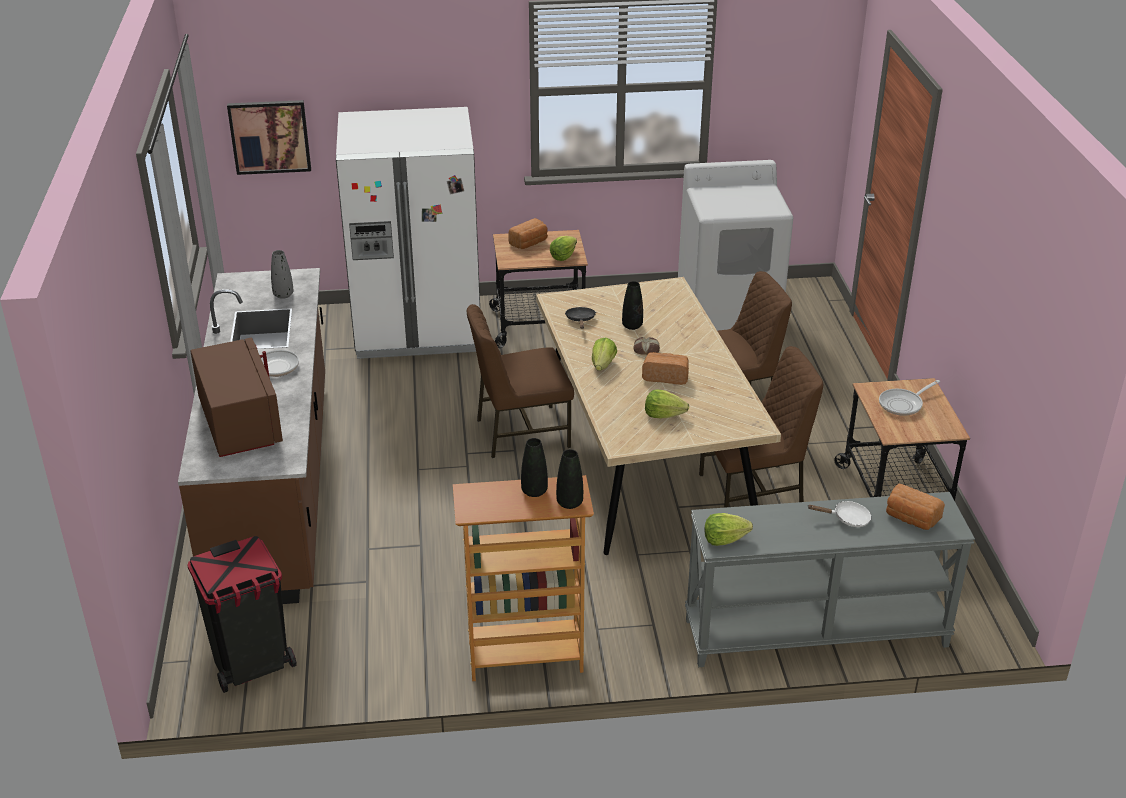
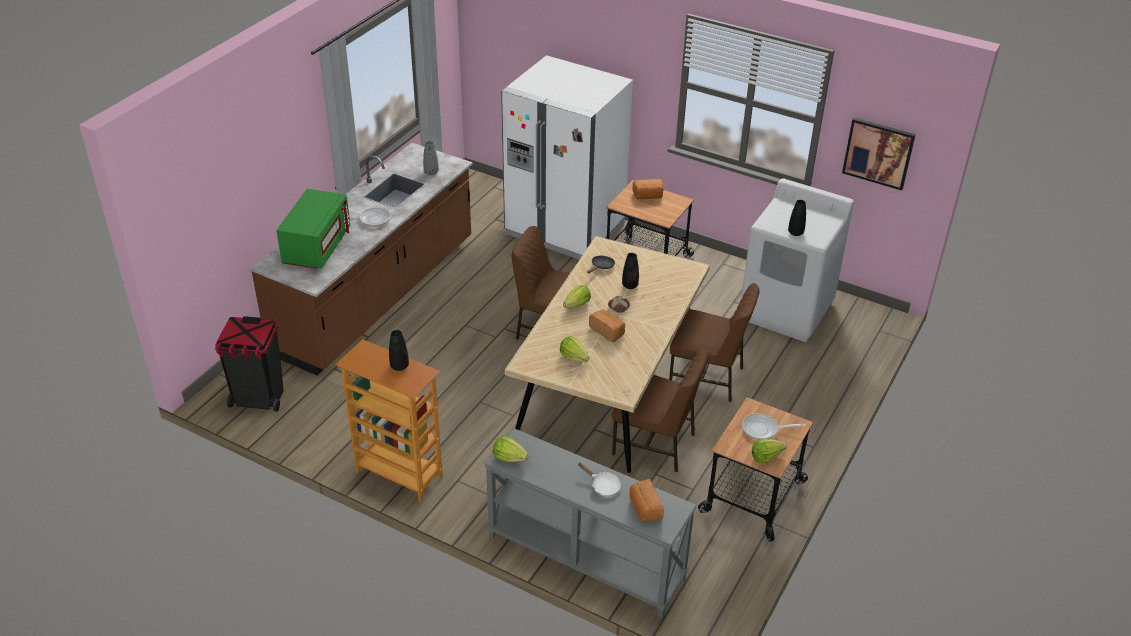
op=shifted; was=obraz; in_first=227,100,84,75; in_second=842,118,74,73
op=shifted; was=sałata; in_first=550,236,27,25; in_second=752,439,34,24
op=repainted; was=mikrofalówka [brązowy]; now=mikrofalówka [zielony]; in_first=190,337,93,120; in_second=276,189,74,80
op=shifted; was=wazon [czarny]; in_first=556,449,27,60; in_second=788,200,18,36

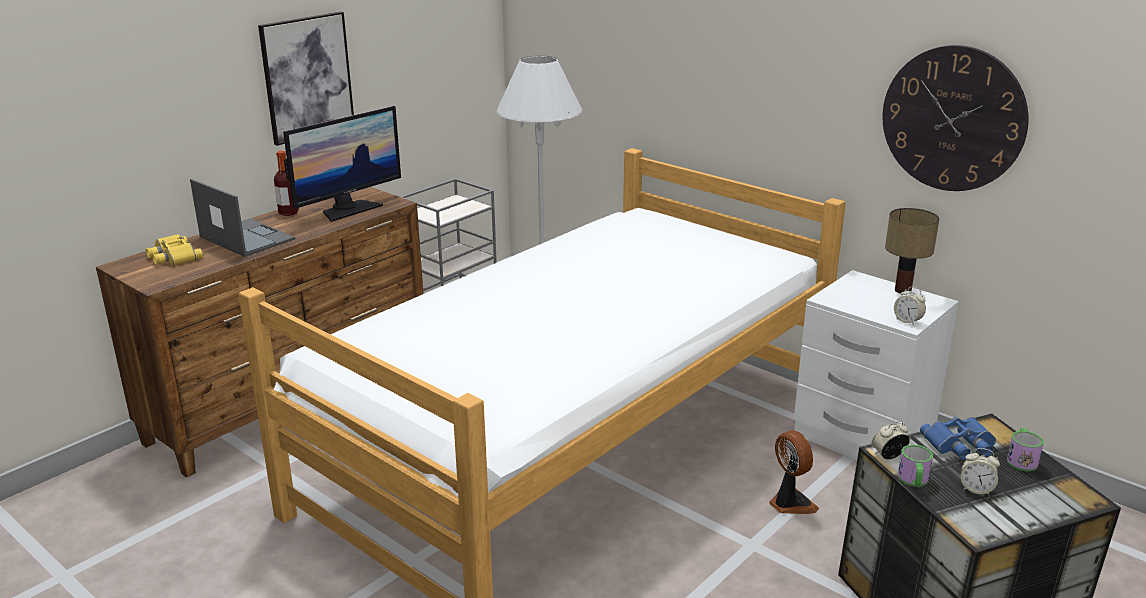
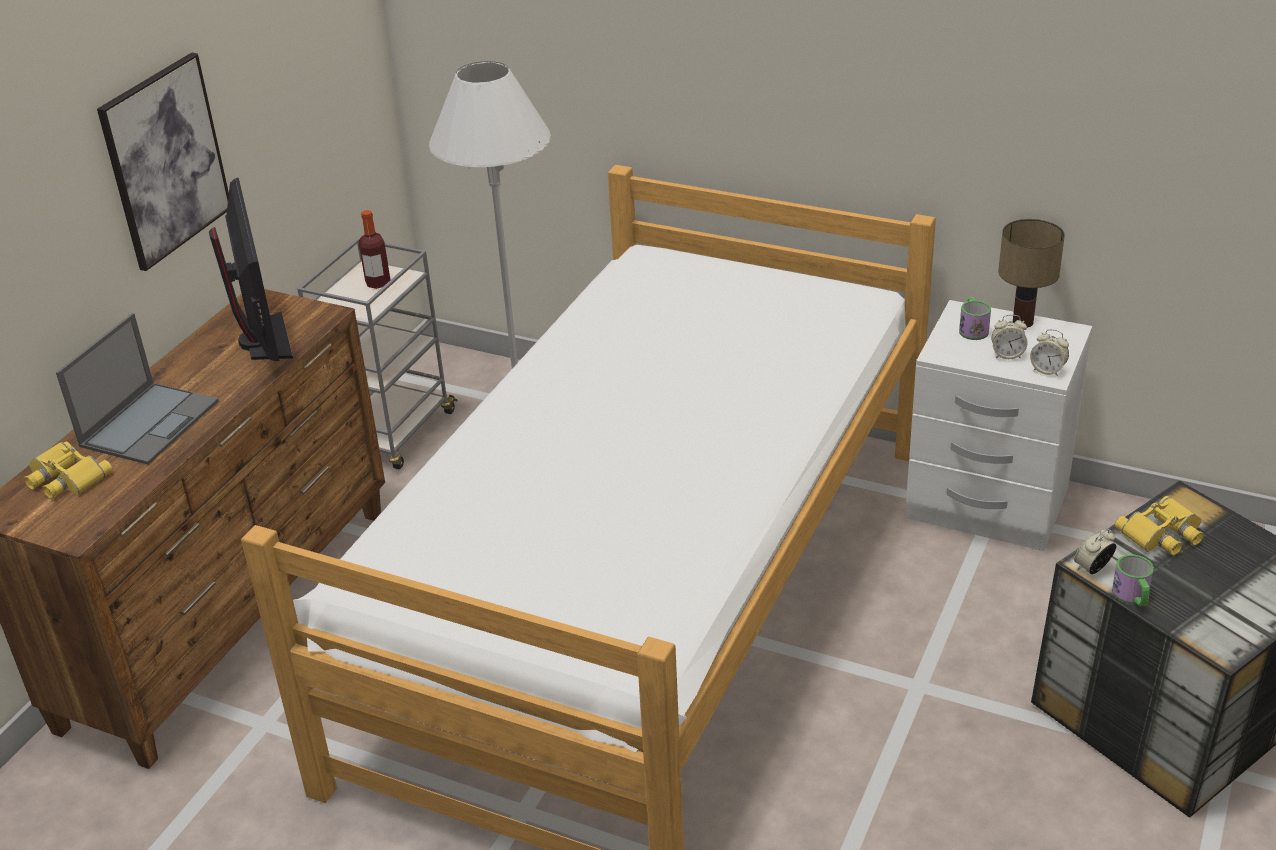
op=gone; was=zegar ścienny; in_first=882,45,147,146
op=rotated; was=monitor; in_first=283,106,118,116; in_second=209,178,84,184; clockwise=-45
op=shifted; was=butelka; in_first=274,151,25,65; in_second=359,210,31,79
op=rotated; was=laptop; in_first=190,179,106,78; in_second=56,313,163,152; clockwise=90
op=repainted; was=lornetka [niebieski]; now=lornetka [żółty]; in_first=920,417,76,43; in_second=1115,496,89,60
op=shifted; was=kubek; in_first=1007,428,37,43; in_second=959,298,32,42
op=gone; was=wentylator; in_first=769,430,50,84
op=shifted; was=budzik; in_first=961,448,39,48; in_second=992,315,36,44

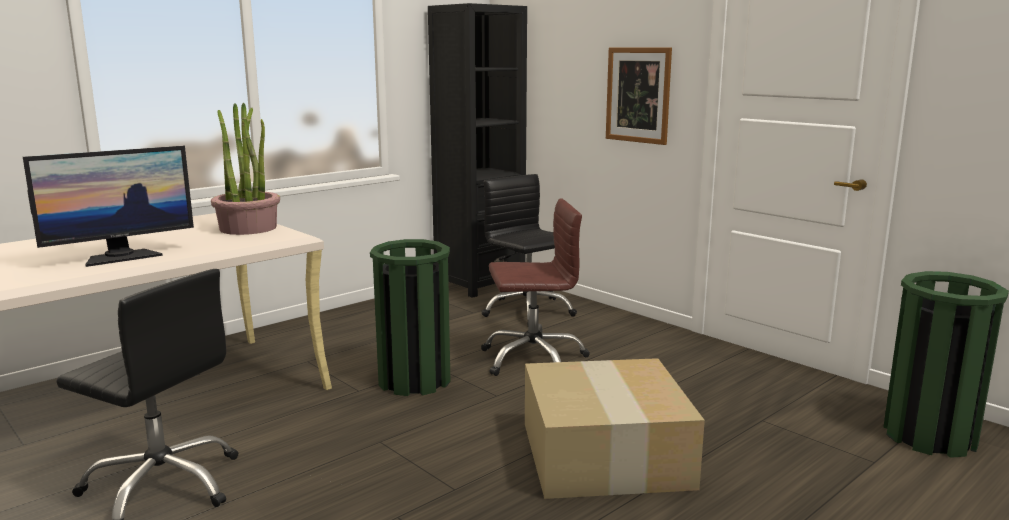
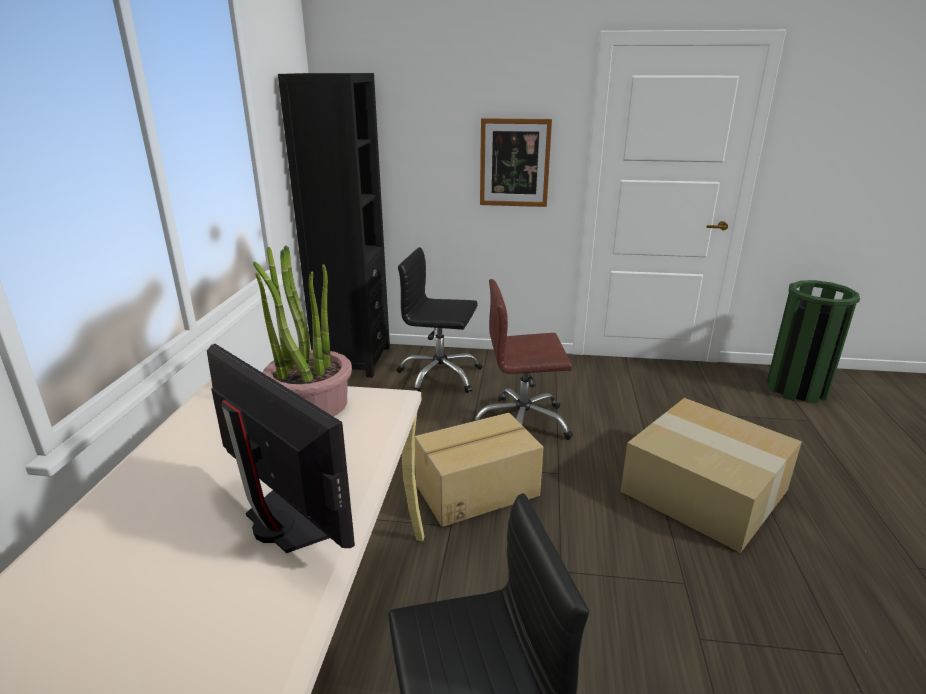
op=rotated; was=monitor; in_first=23,146,171,121; in_second=207,344,148,209; clockwise=-60
op=rotated; was=krzesło biurowe [brązowy]; in_first=481,198,109,178; in_second=471,279,102,161; clockwise=-135
op=swapped; was=kosz na śmieci [zielony]; now=karton; in_first=370,239,80,157; in_second=415,413,128,114

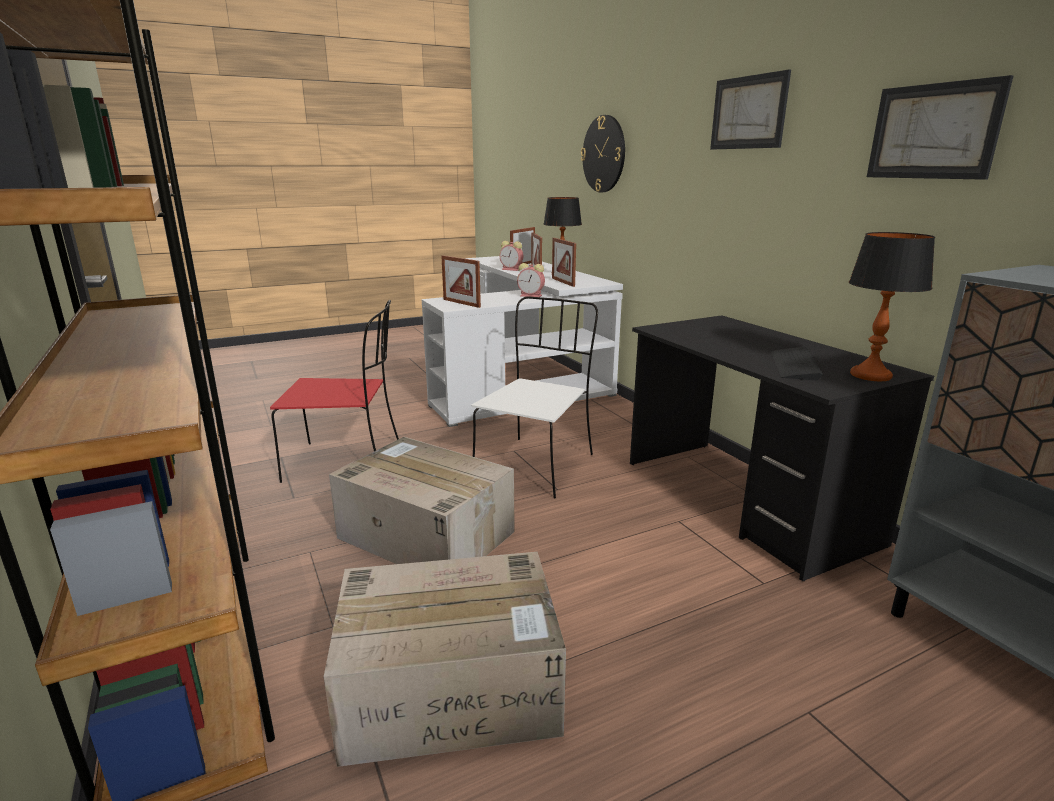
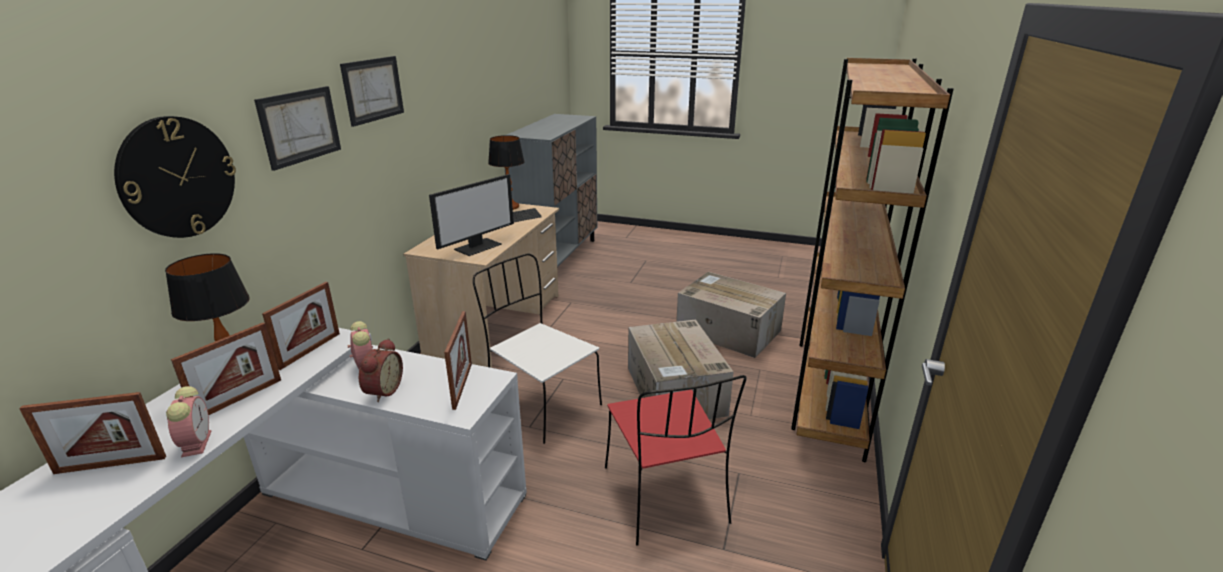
op=shifted; was=obraz; in_first=867,75,147,105; in_second=254,86,87,85
op=rotated; was=krzesło [biały]; in_first=471,296,127,202; in_second=473,253,129,191; clockwise=60
op=rotated; was=krzesło [czerwony]; in_first=270,300,129,183; in_second=605,375,142,171; clockwise=-150
op=repainted; was=biurko [czarny]; now=biurko [beżowy]; in_first=630,315,304,266; in_second=403,203,156,165
op=new; now=monitor; in_second=429,174,85,82
op=new; now=budzik; in_second=359,338,44,64

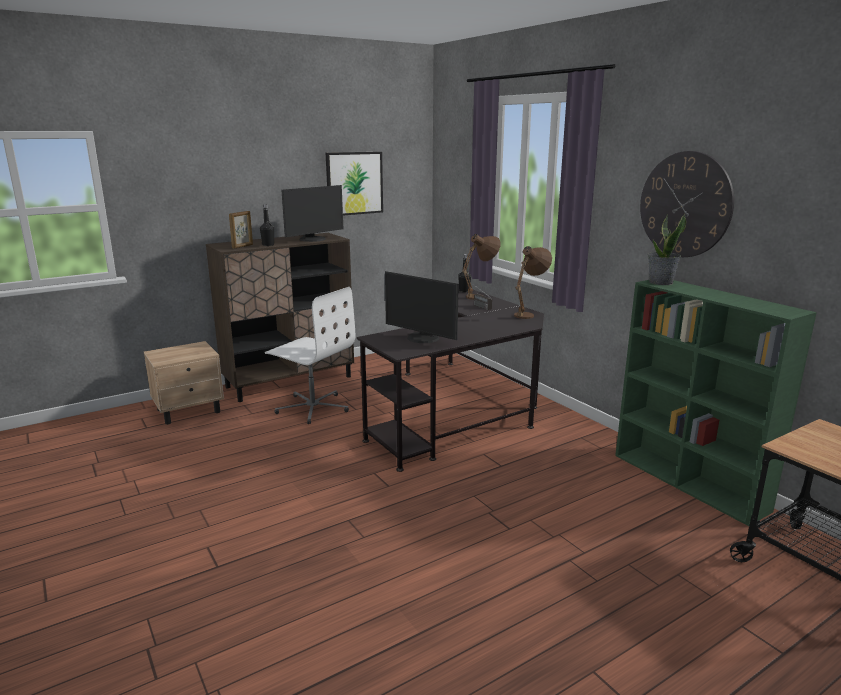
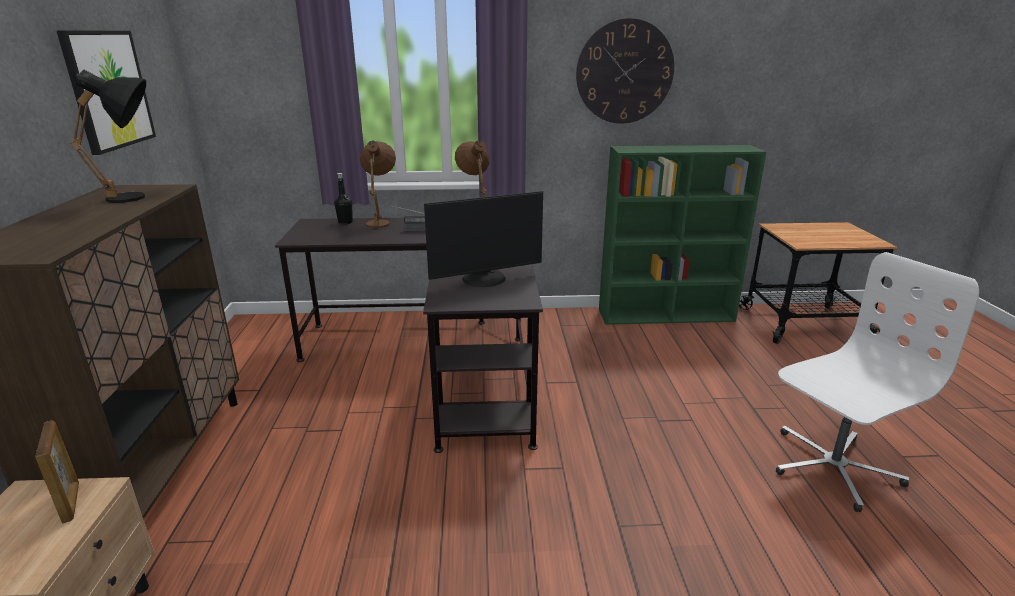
op=swapped; was=monitor; now=lampa stołowa [czarny]; in_first=281,185,62,57; in_second=70,70,76,133
op=gone; was=butelka [czarny]; in_first=260,204,14,42
op=shifted; was=ramka na zdjęcie; in_first=229,211,24,38; in_second=35,420,44,104
op=gone; was=roślina doniczkowa; in_first=648,214,39,71
op=shifted; was=krzesło biurowe [biały]; in_first=265,287,90,137; in_second=776,252,203,260

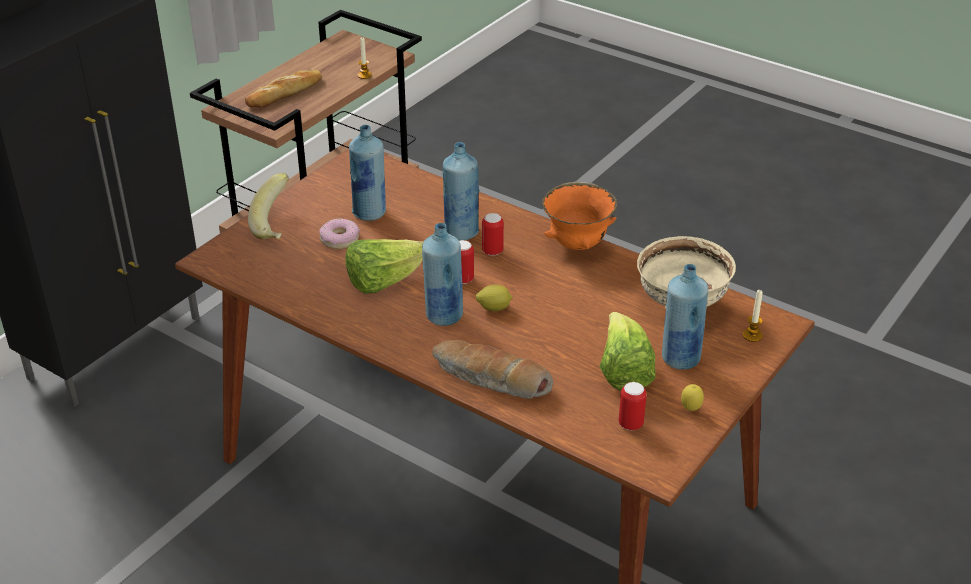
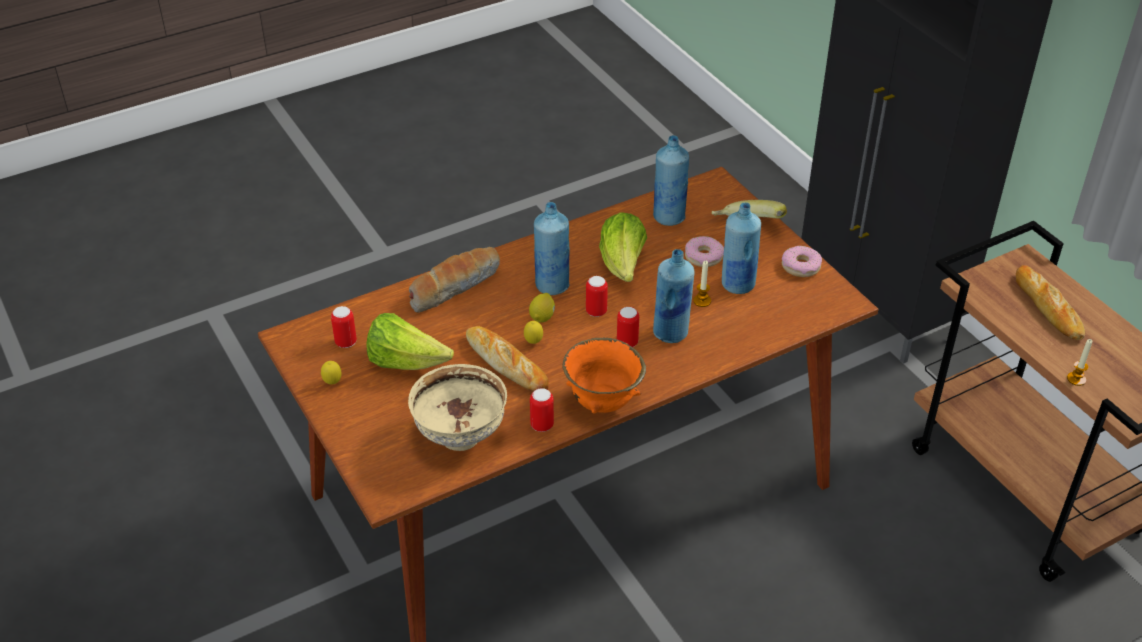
op=shifted; was=butelka [niebieski]; in_first=662,264,46,106; in_second=653,135,36,91
op=shifted; was=świeca; in_first=743,290,20,52; in_second=693,260,18,47
op=new; now=donut; in_second=782,246,40,31
op=new; now=cytryna; in_second=524,321,19,23
op=new; now=chleb; in_second=466,326,83,66
op=new; now=puszka; in_second=530,388,24,44

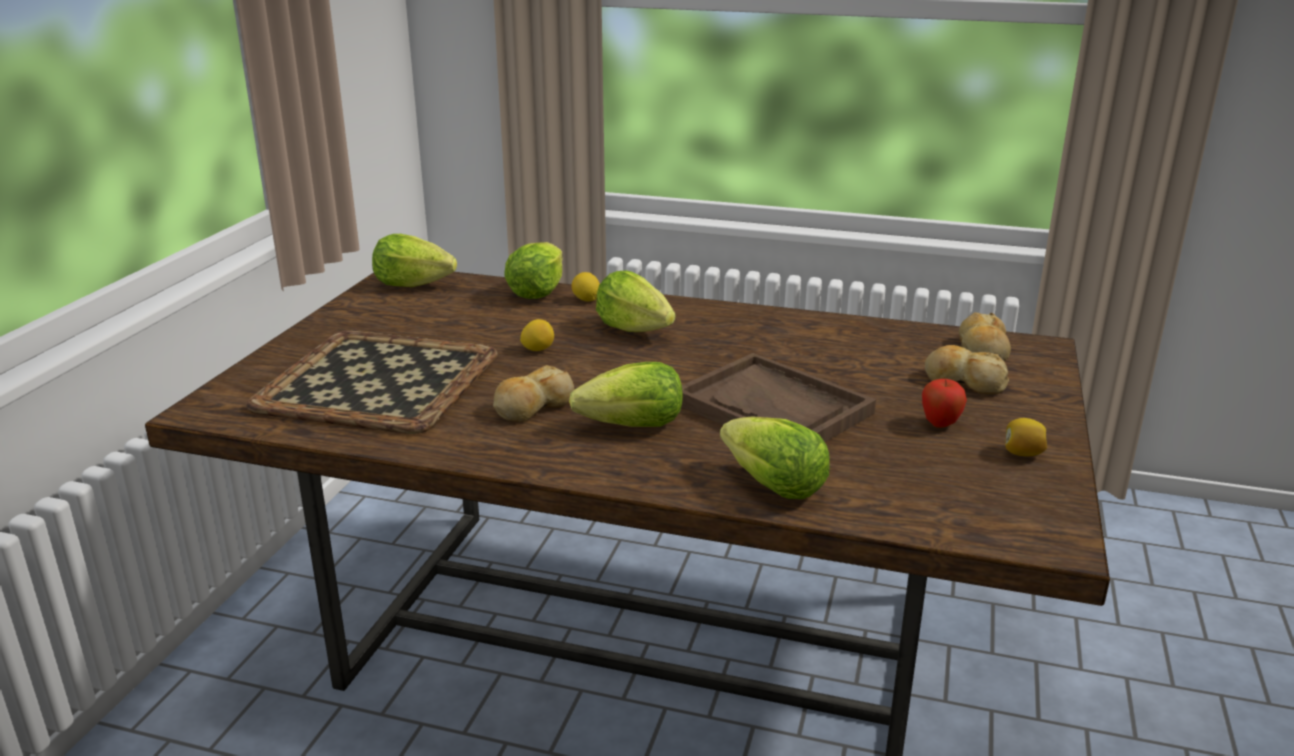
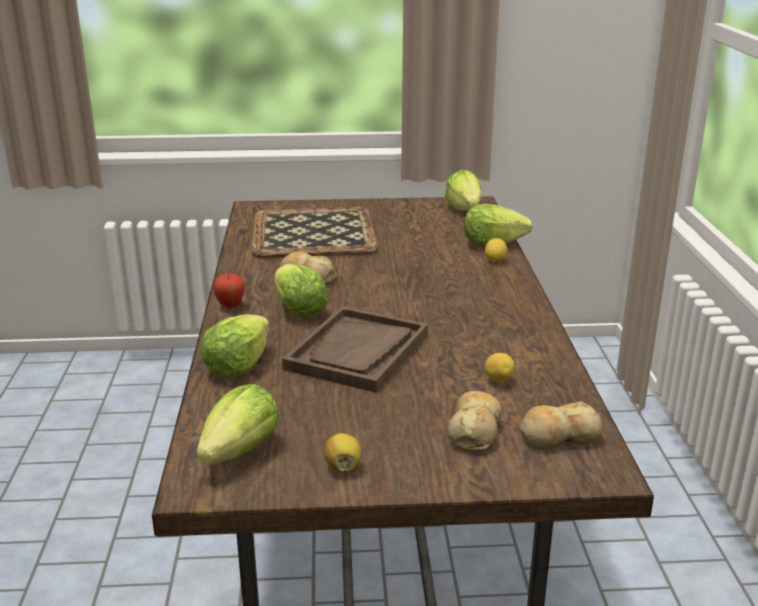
op=shifted; was=sałata; in_first=596,270,79,62; in_second=197,384,82,80
op=shifted; was=cytryna; in_first=520,319,34,32; in_second=485,353,30,29
op=shifted; was=jabłko; in_first=922,379,45,49; in_second=213,273,32,35

